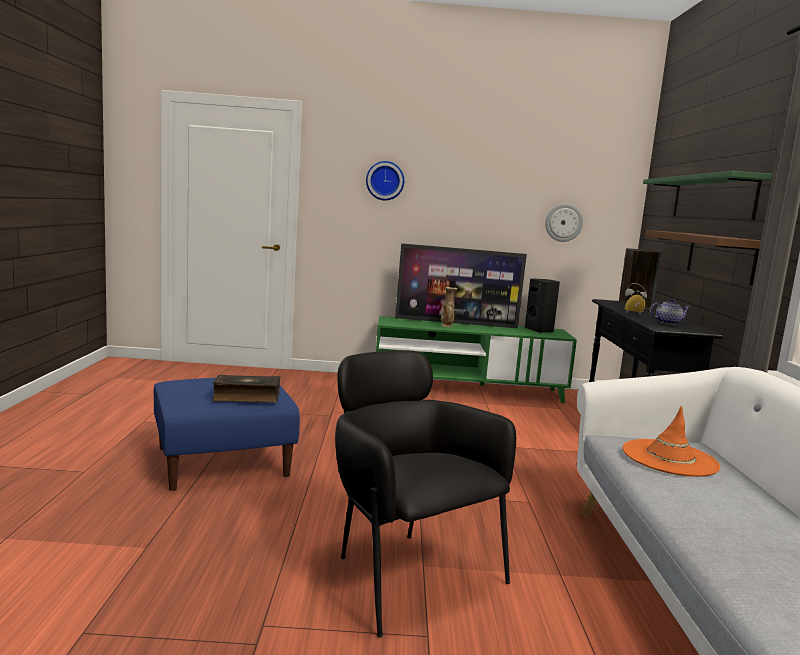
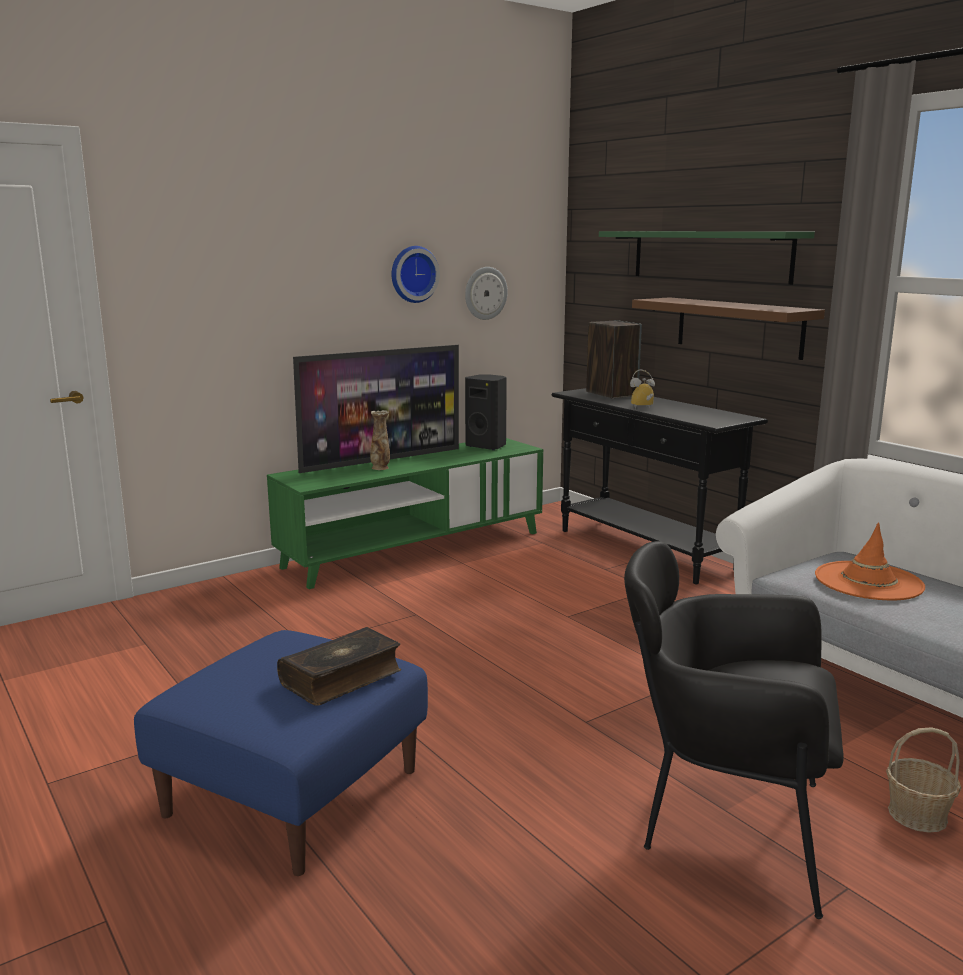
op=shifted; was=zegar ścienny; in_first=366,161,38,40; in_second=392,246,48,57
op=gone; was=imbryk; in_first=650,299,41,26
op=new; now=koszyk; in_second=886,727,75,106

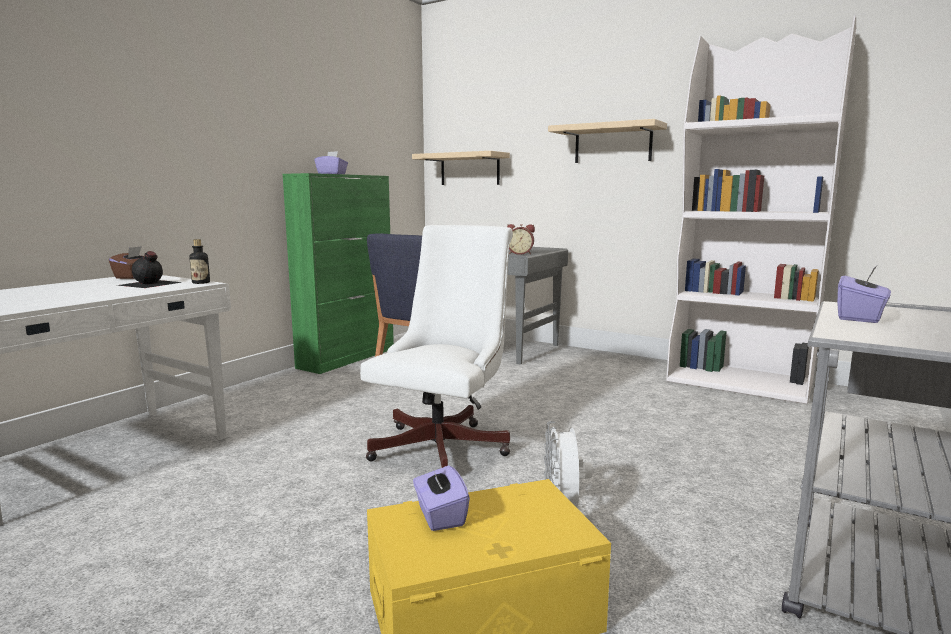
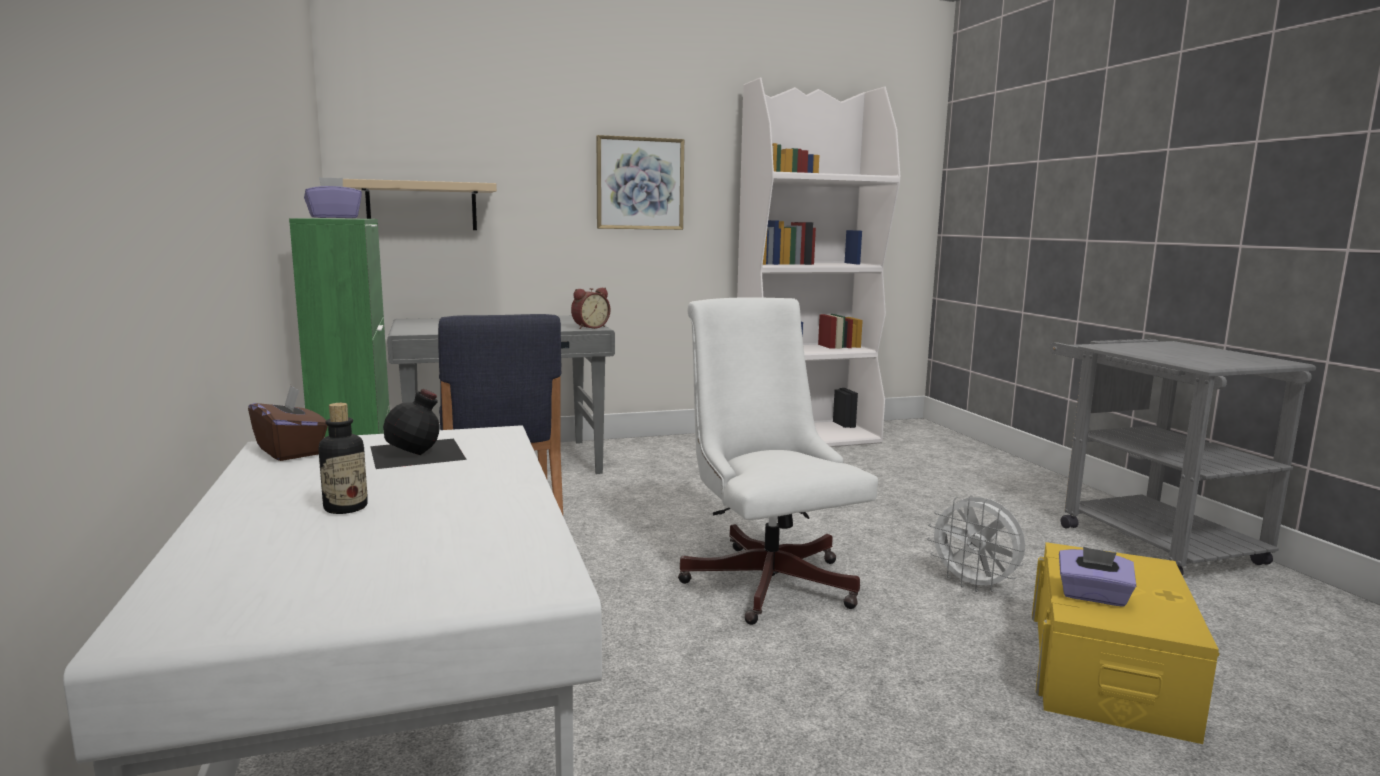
op=swapped; was=półka [beżowy]; now=obraz; in_first=548,119,119,44; in_second=596,135,88,95
op=shifted; was=butelka; in_first=189,239,21,45; in_second=319,403,49,111
op=gone; was=pudełko chusteczek [fioletowy]; in_first=837,266,54,57

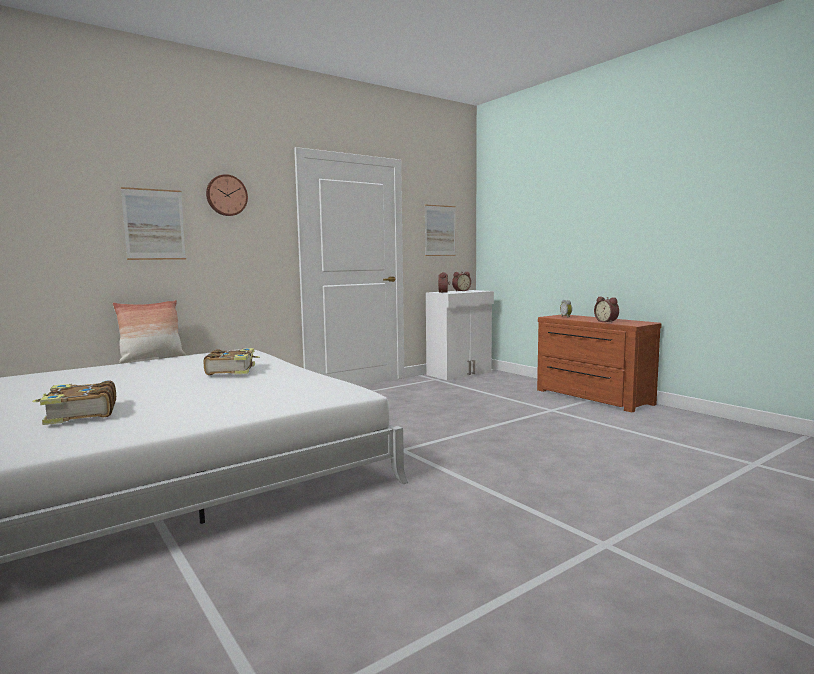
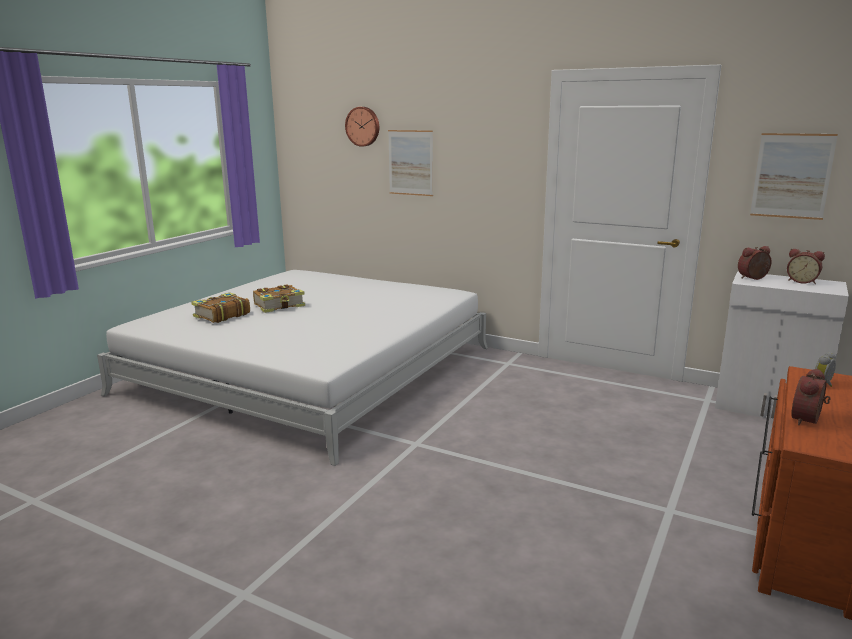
op=shifted; was=zegar ścienny; in_first=206,174,42,42; in_second=345,107,34,40
op=gone; was=poduszka; in_first=112,300,73,64
op=shifted; was=książka; in_first=204,348,56,27; in_second=253,285,52,28

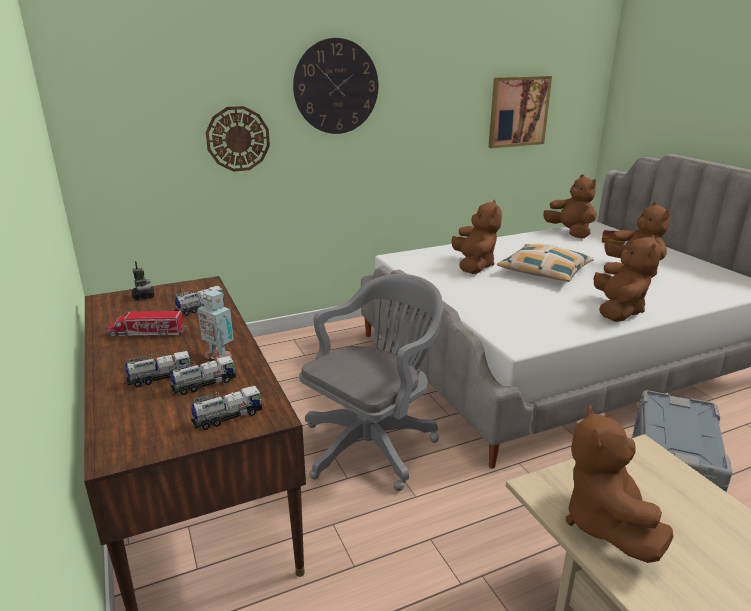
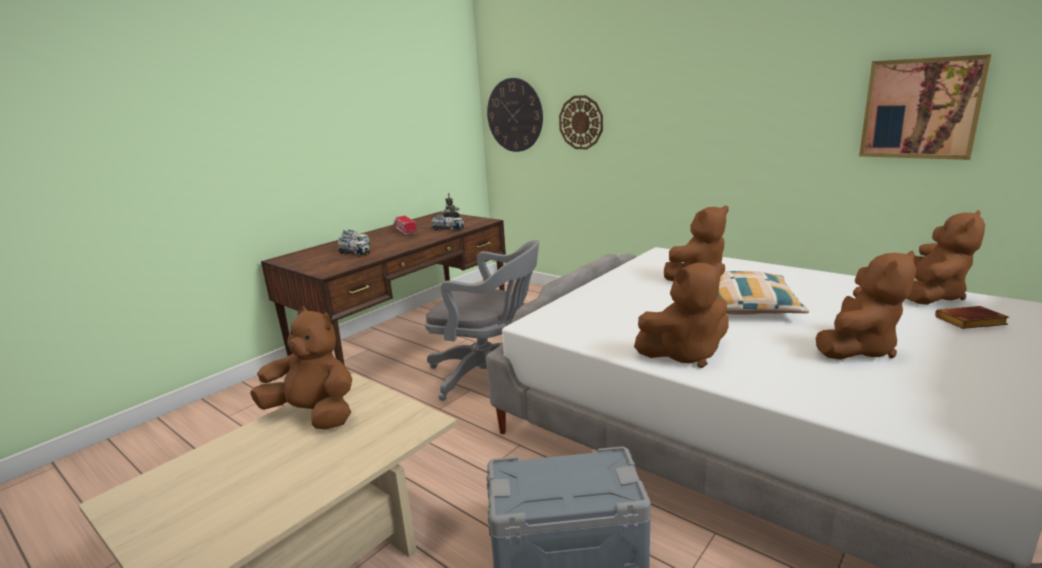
op=shifted; was=zegar ścienny; in_first=293,38,85,96; in_second=487,78,56,74
op=gone; was=robot zabawkowy; in_first=197,290,37,72
op=gone; was=ciężarówka zabawkowa; in_first=191,385,71,45
op=rotated; was=pluszak [brązowy]; in_first=566,405,107,158; in_second=250,306,102,124; clockwise=45

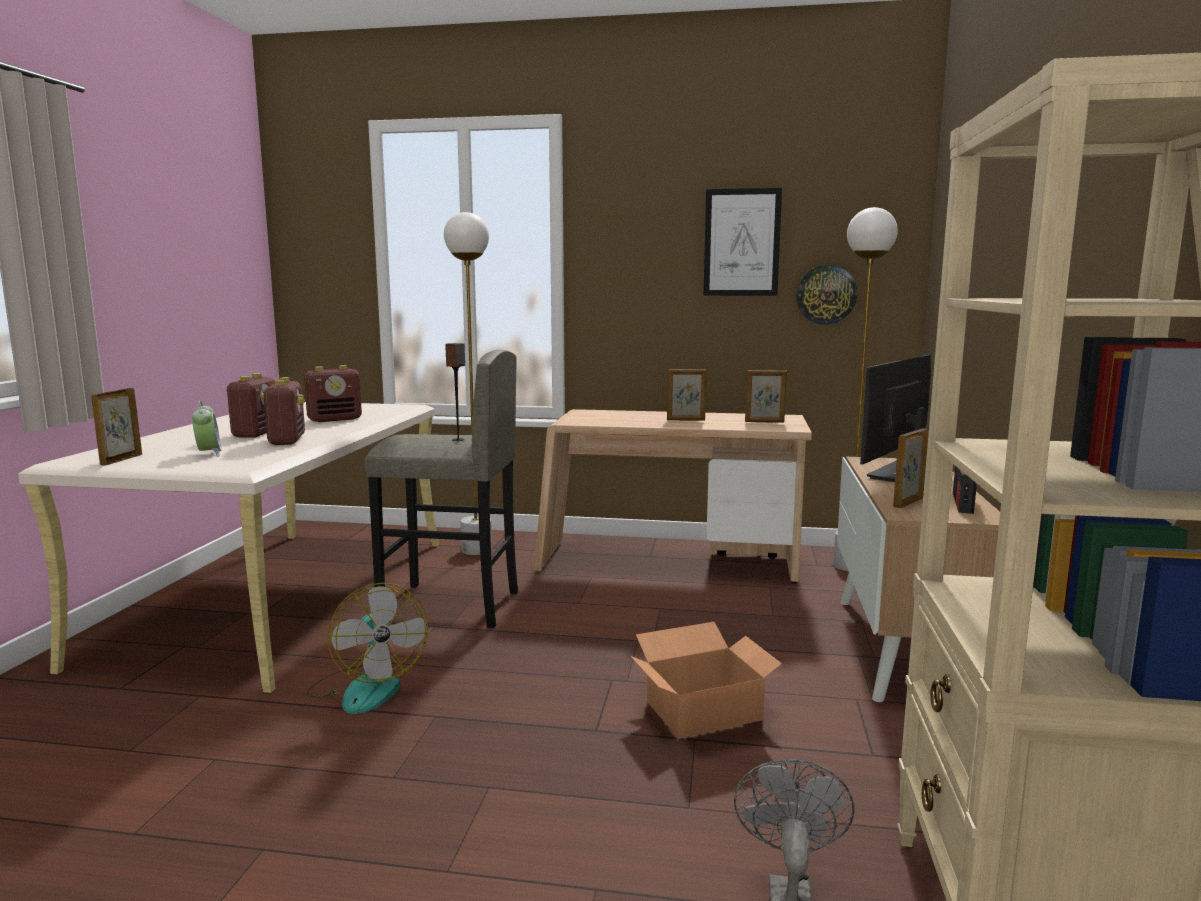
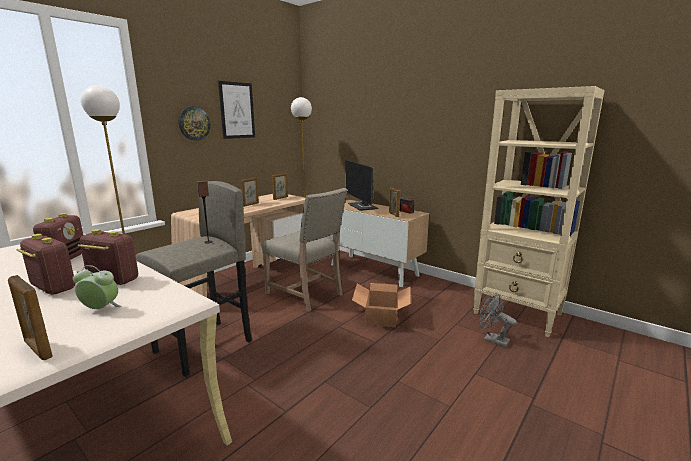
op=shifted; was=zegar ścienny; in_first=796,265,61,60; in_second=178,106,32,34
op=gone; was=wentylator; in_first=306,583,122,131
op=new; now=krzesło [beżowy]; in_second=262,188,86,123

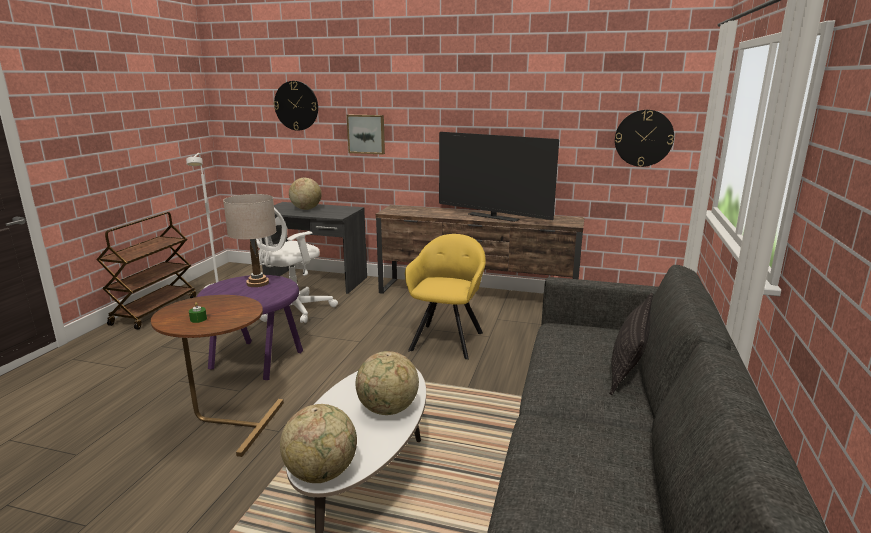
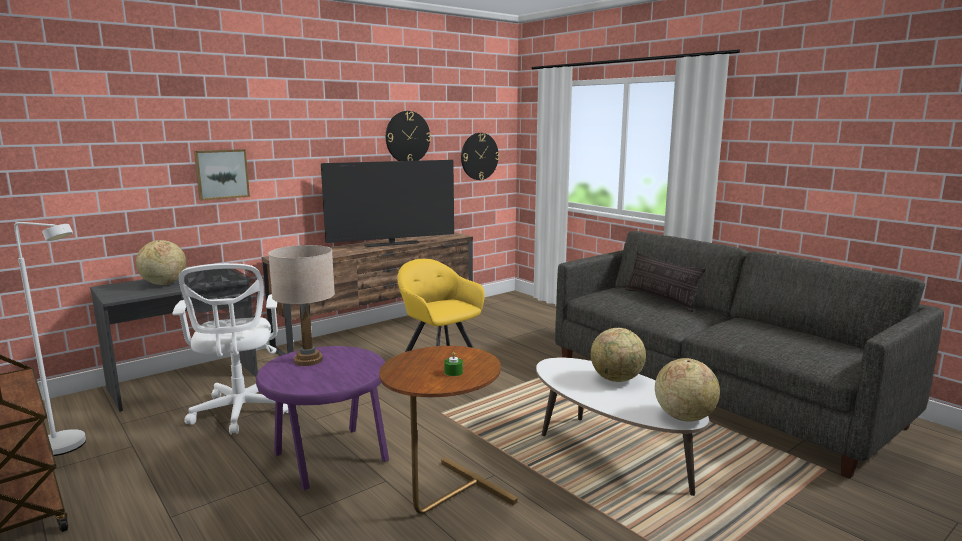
op=shifted; was=zegar ścienny; in_first=274,81,44,50; in_second=386,111,45,50

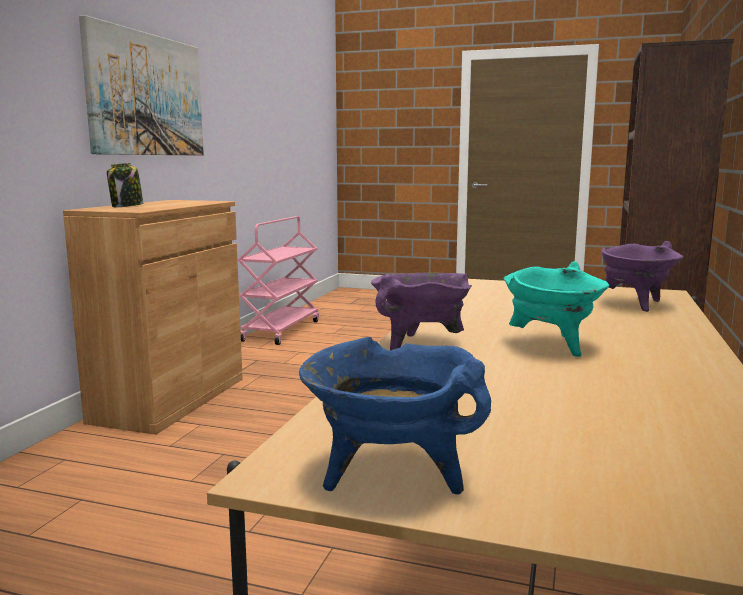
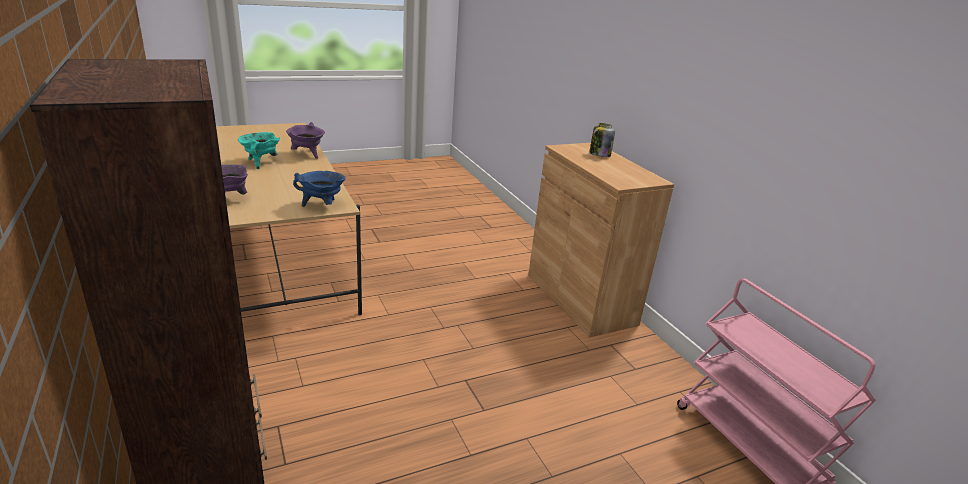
op=gone; was=obraz; in_first=79,15,125,140
op=shifted; was=garnek [niebieski]; in_first=299,337,192,157; in_second=293,171,53,36

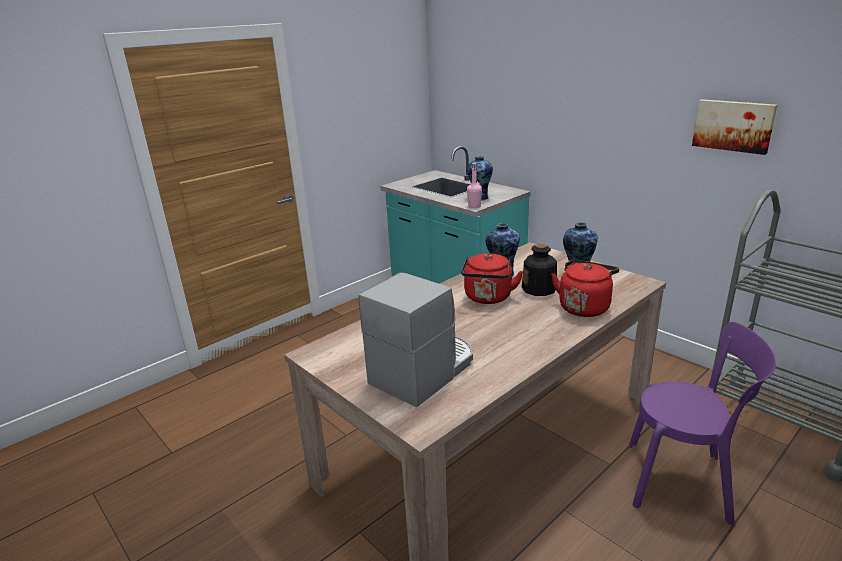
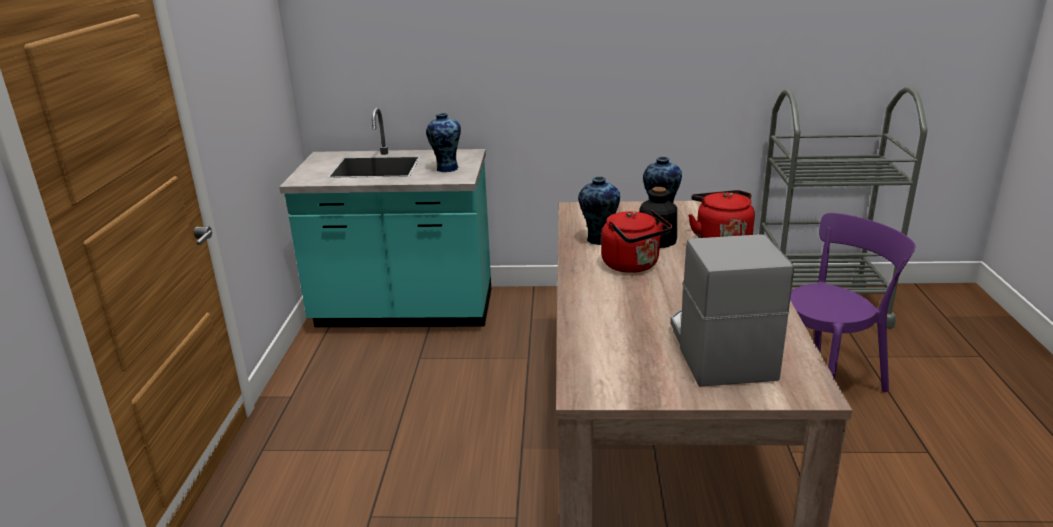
op=gone; was=obraz; in_first=692,99,85,56
op=gone; was=butelka [różowy]; in_first=467,163,15,45

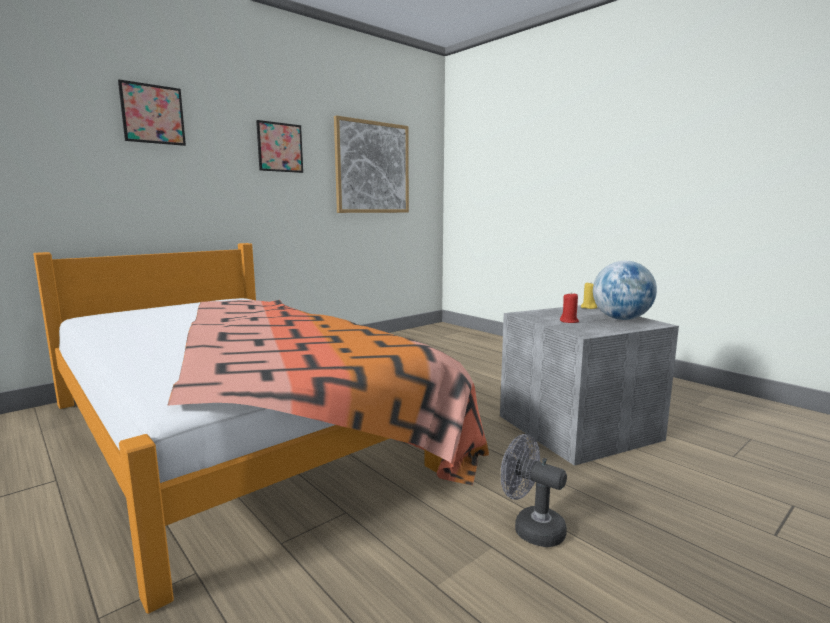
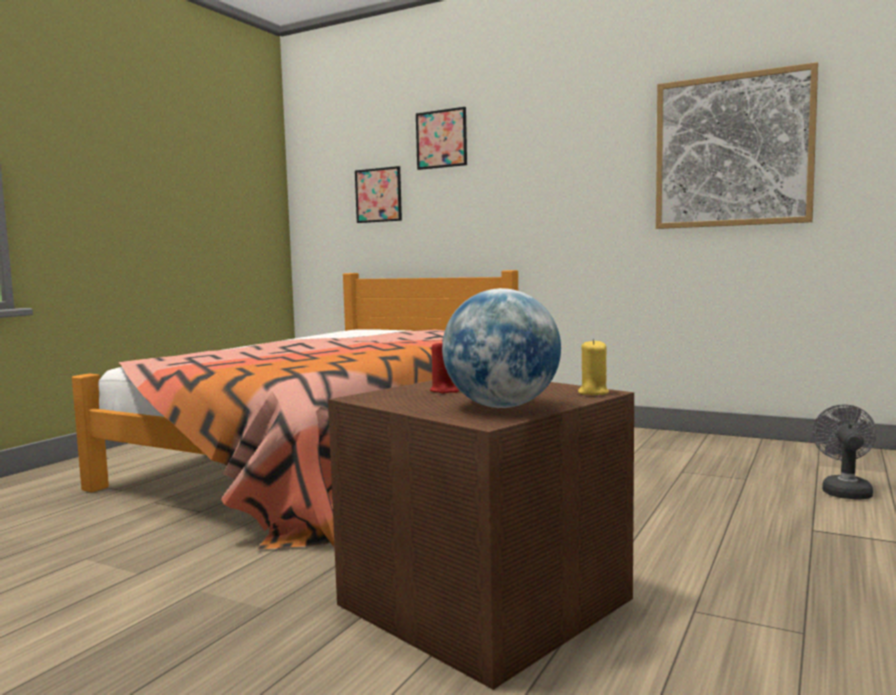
op=shifted; was=obraz; in_first=256,120,47,53; in_second=355,166,47,57
op=repainted; was=pojemnik do przechowywania [szary]; now=pojemnik do przechowywania [brązowy]; in_first=500,305,179,161; in_second=328,380,306,310
op=shifted; was=wentylator [szary]; in_first=501,434,66,113; in_second=812,404,65,96

